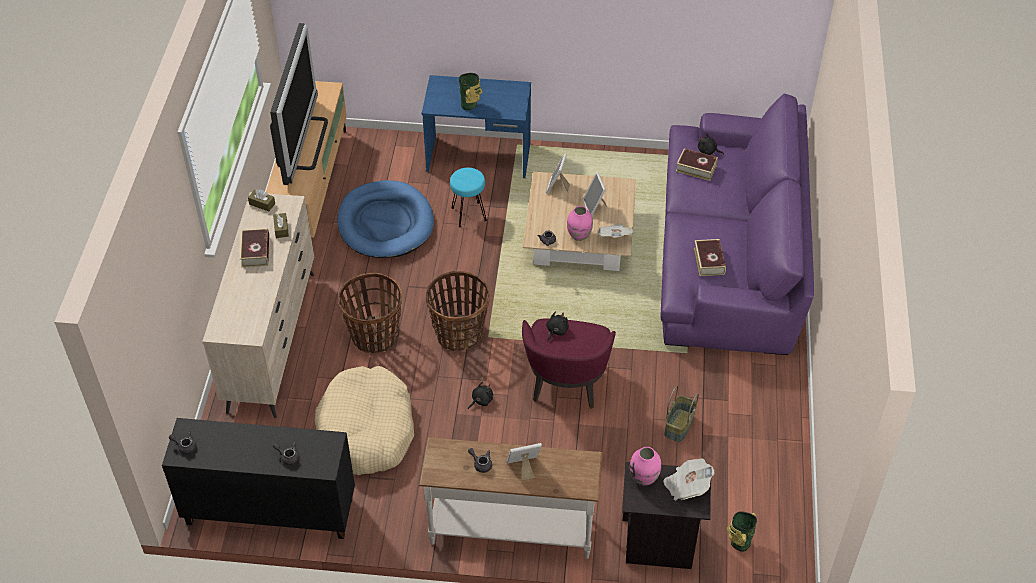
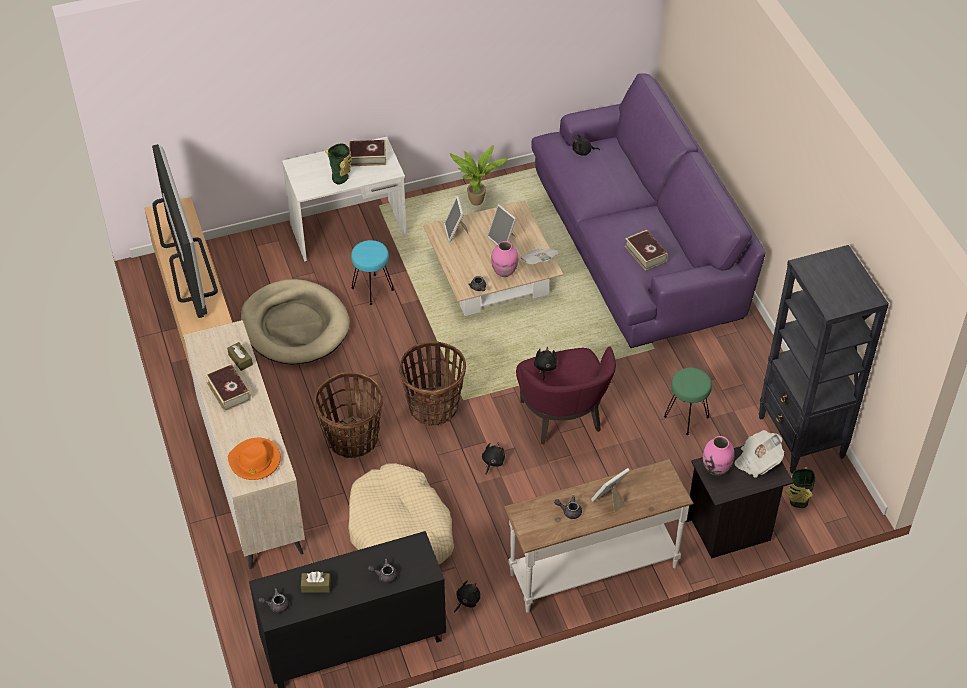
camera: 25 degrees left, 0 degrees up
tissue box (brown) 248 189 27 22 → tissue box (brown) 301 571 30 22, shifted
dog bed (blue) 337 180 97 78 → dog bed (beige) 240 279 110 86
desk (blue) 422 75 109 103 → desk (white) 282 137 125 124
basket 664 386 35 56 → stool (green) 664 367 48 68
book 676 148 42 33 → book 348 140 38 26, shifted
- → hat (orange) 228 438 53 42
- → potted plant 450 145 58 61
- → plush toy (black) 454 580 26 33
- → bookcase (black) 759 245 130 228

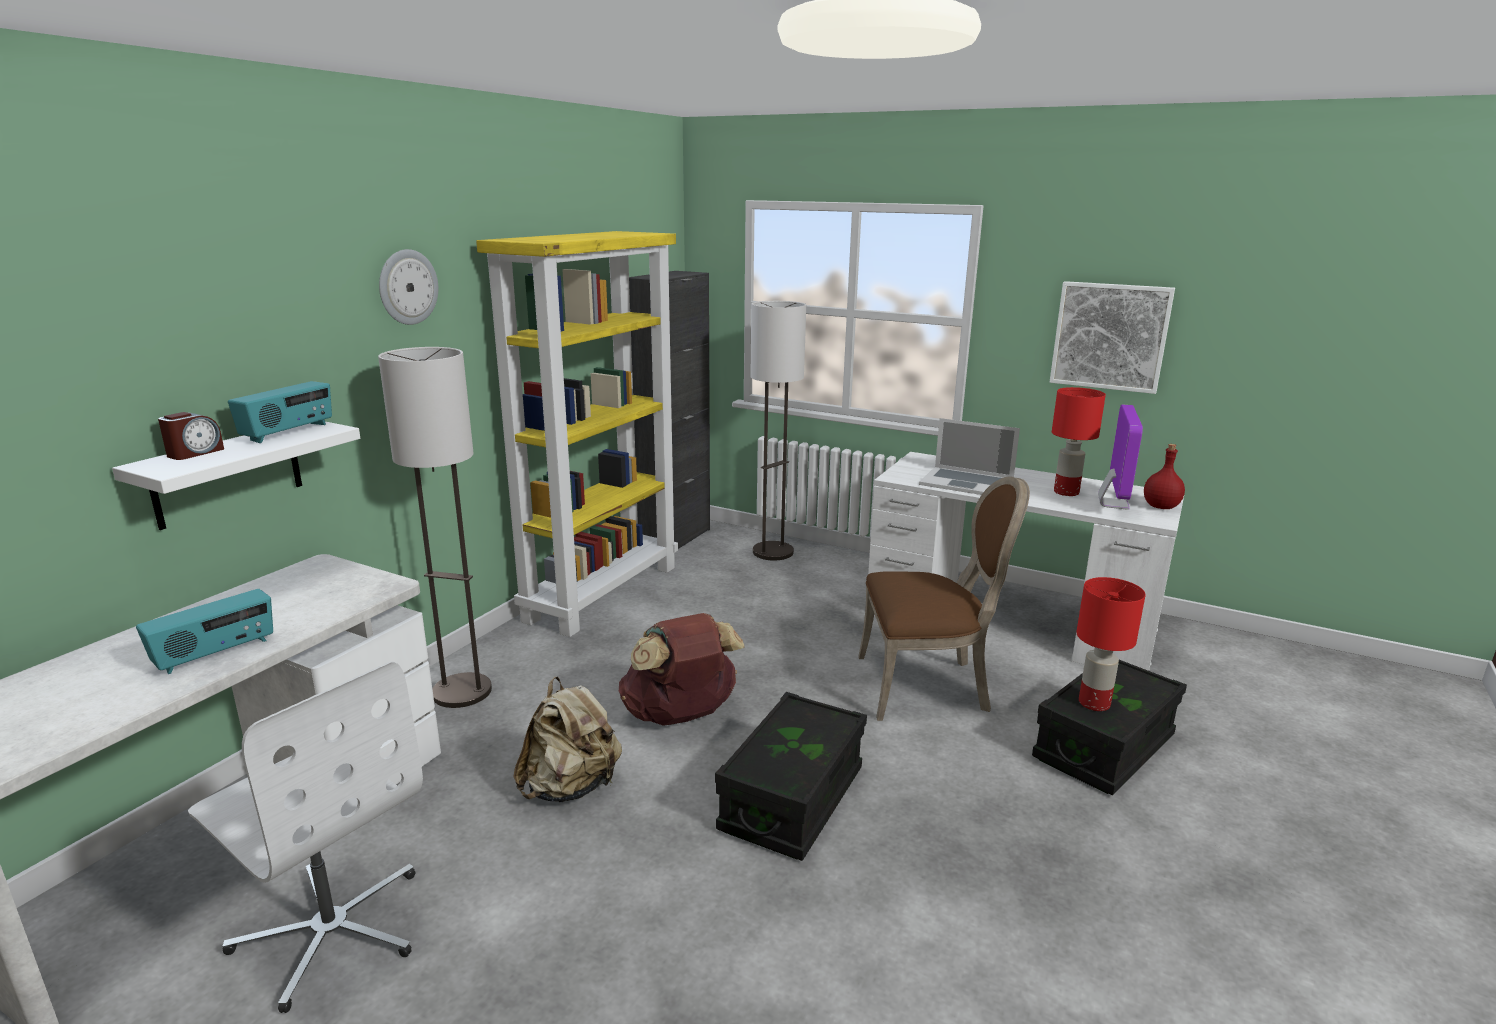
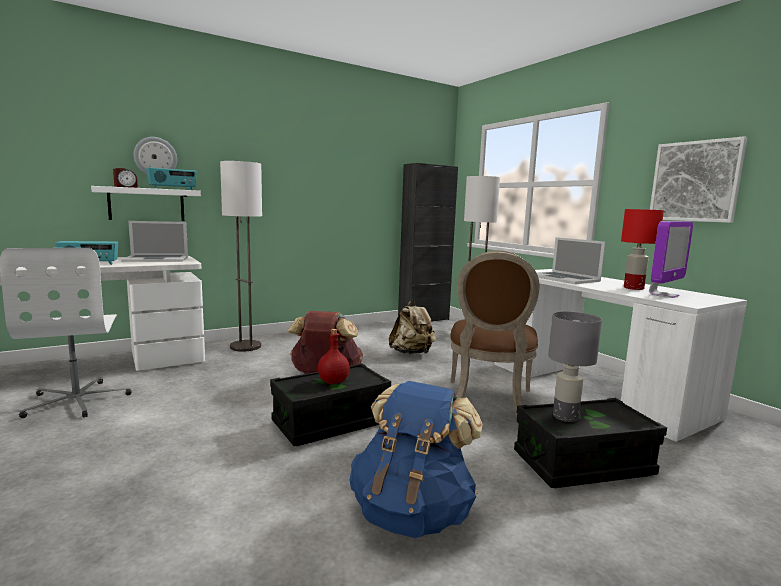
camera: 30 degrees right, 10 degrees down
wall clock 379 249 59 76 → wall clock 134 137 43 37, shifted
bookcase (yellow) 476 231 202 406 → -
backpack (beige) 513 677 109 125 → backpack (beige) 389 300 47 54, shifted
chair (brown) 858 476 172 245 → chair (brown) 450 250 90 166, 75 degrees clockwise
table lamp (red) 1076 577 70 134 → table lamp (grey) 548 312 54 110
bottle (red) 1144 444 41 65 → bottle (red) 318 329 32 55, shifted
- → laptop 121 221 67 41
- → backpack (blue) 350 381 133 157

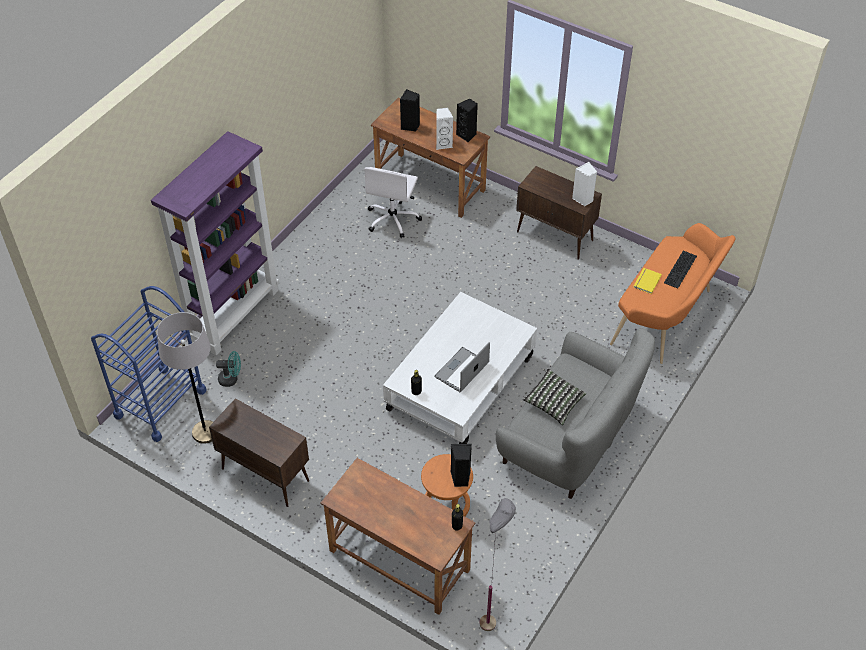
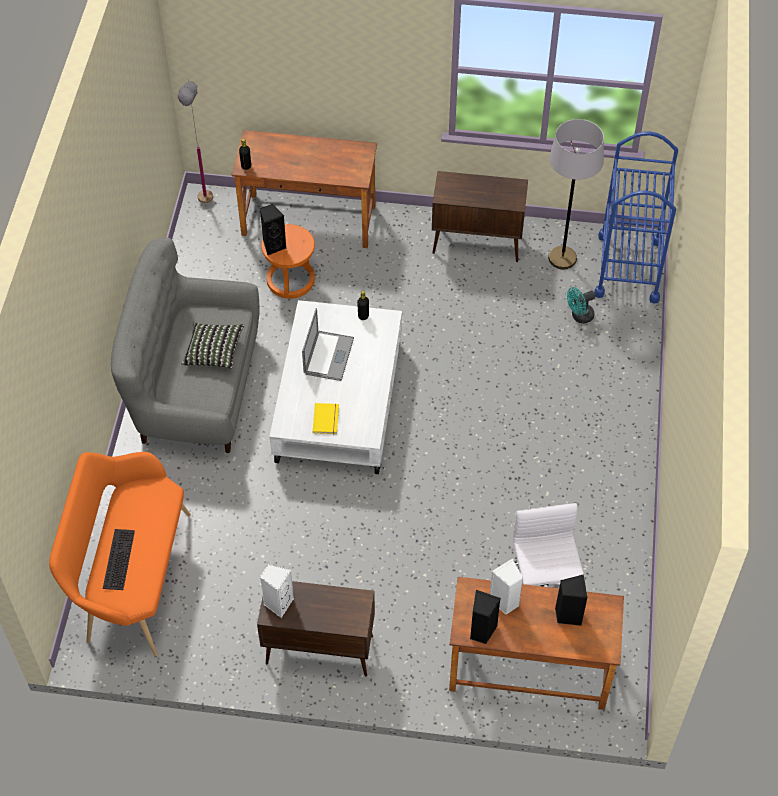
camera: 155 degrees right, 5 degrees up
bookcase (purple) 151 131 128 224 → -
book (yellow) 633 268 29 26 → book (yellow) 313 403 26 31, shifted

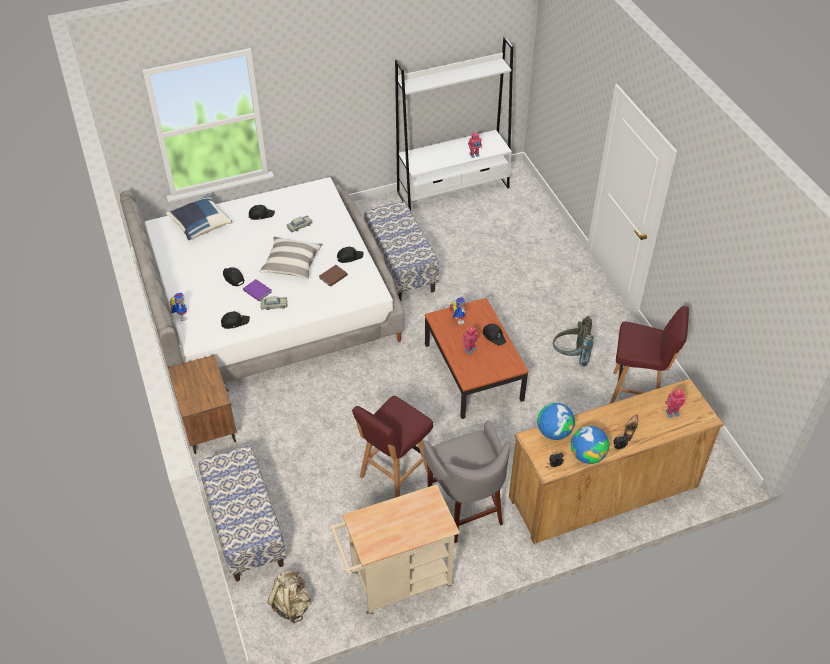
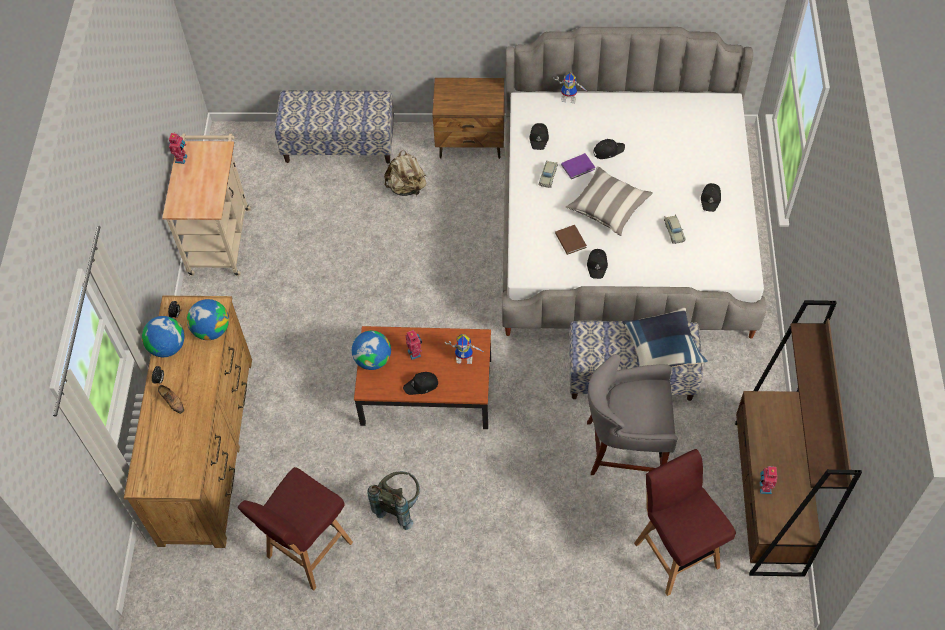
camera: 115 degrees right, 10 degrees up
pillow (blue) 166 194 66 46 → pillow (blue) 622 308 86 60, shifted
backpack (beige) 267 570 44 53 → backpack (beige) 384 150 42 46, shifted
stool (red) 352 396 81 102 → stool (red) 634 449 102 147, shifted
bookcase (white) 395 37 118 173 → bookcase (brown) 735 300 127 277
stool (grey) 423 420 88 123 → stool (grey) 587 354 90 121, shifted
toy robot 665 389 21 29 → toy robot 169 132 19 32, shifted
- → globe 352 331 39 39

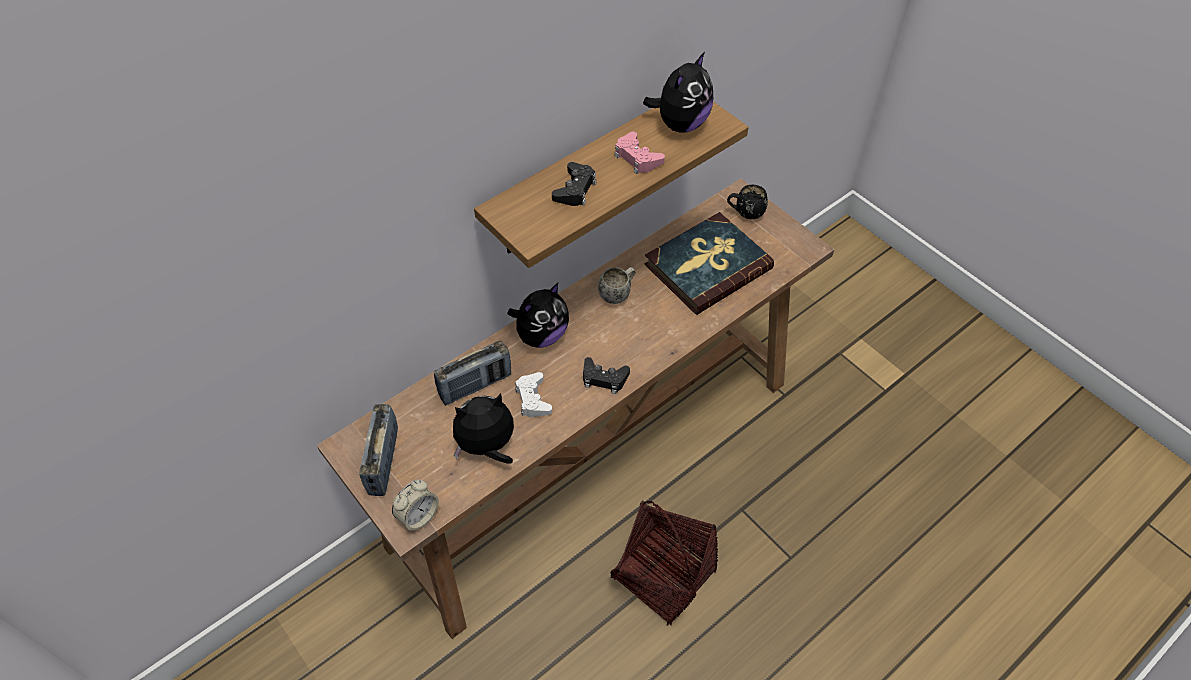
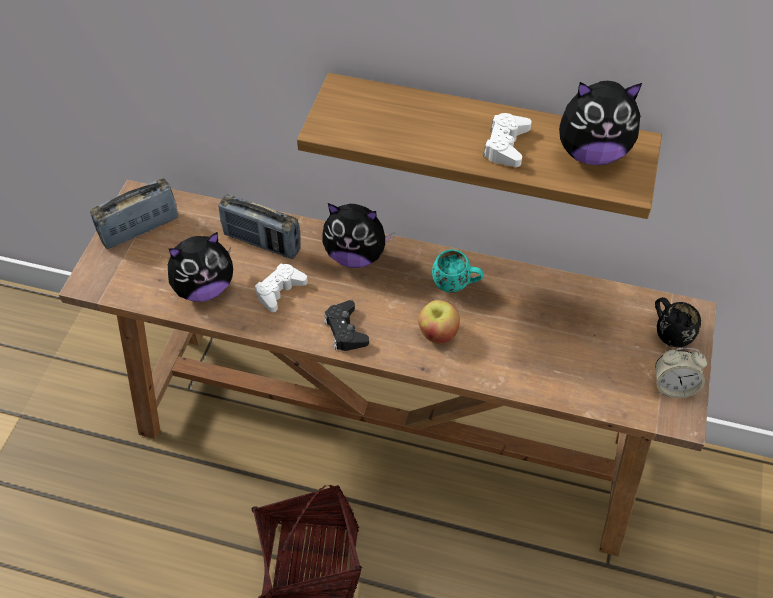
camera: 55 degrees right, 0 degrees up
alarm clock 392 480 47 51 → alarm clock 655 348 52 50, shifted
plush toy 453 393 61 71 → plush toy 168 232 65 70, 120 degrees clockwise
game controller (black) 552 162 44 44 → -
mug (white) 598 267 38 37 → mug (turquoise) 432 249 51 44
game controller (pink) 615 132 50 42 → game controller (white) 483 113 49 54
book 644 212 130 103 → -
- → apple 418 300 42 44

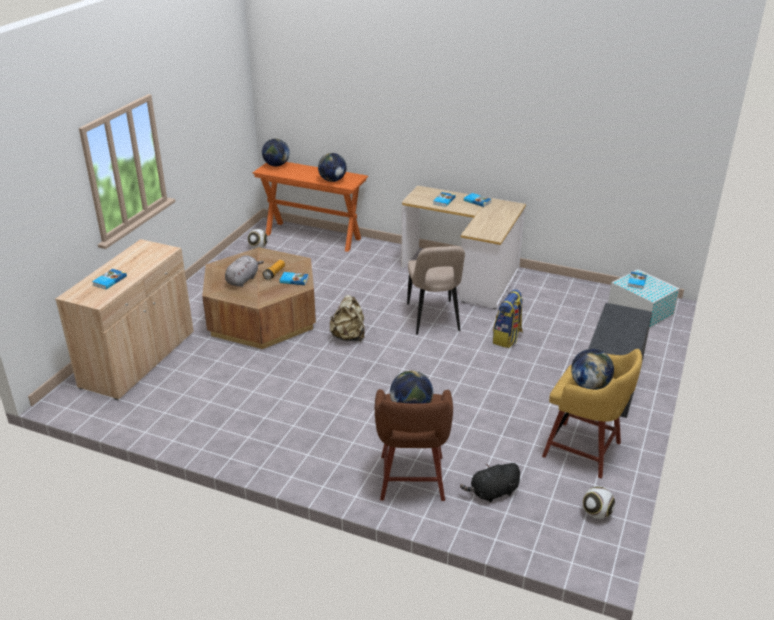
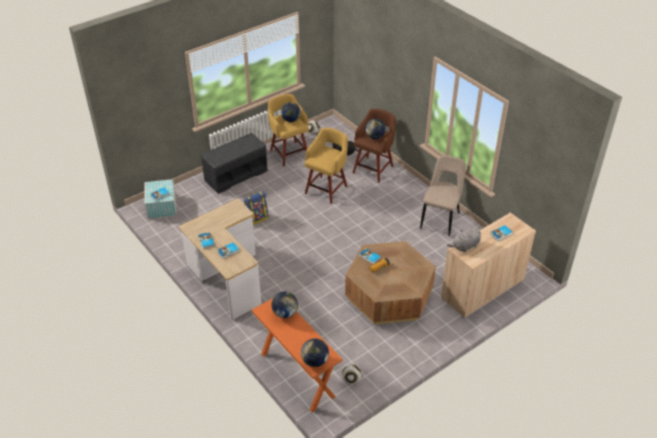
camera: 150 degrees left, 10 degrees up
plush toy (grey) 225 255 39 32 → plush toy (grey) 447 228 34 24, shifted
backpack (beige) 330 295 35 47 → -
chair (beige) 407 246 58 89 → chair (beige) 420 155 46 81, shifted
- → stool (yellow) 304 128 44 76

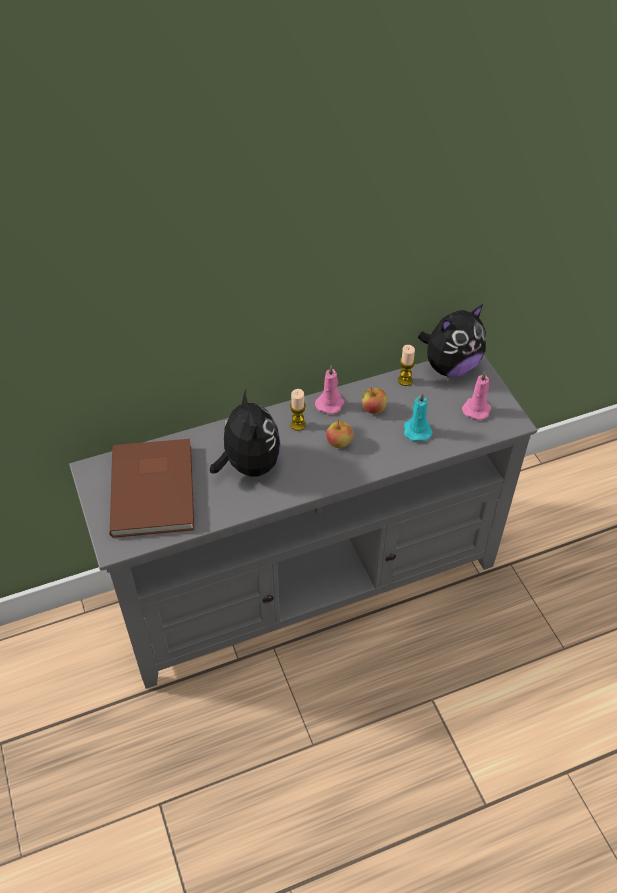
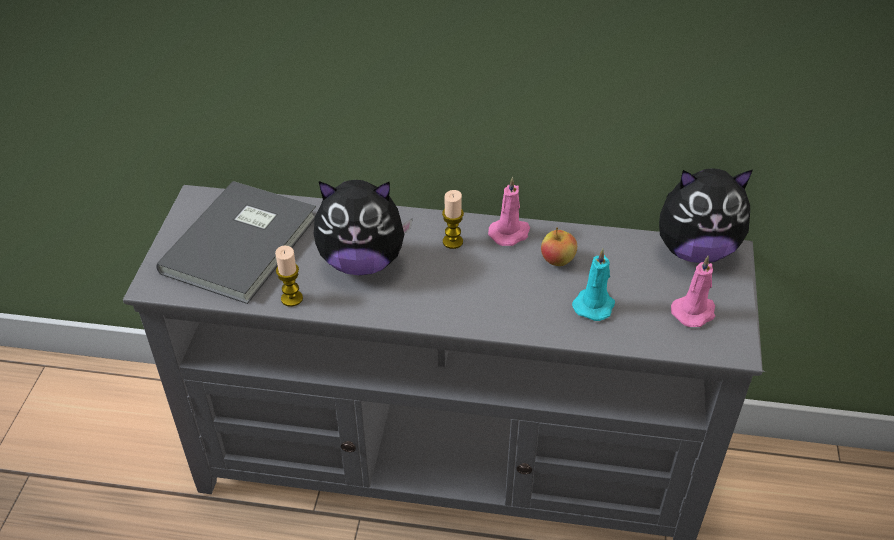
camera: 30 degrees right, 5 degrees down
book (brown) 110 439 84 99 → book (grey) 156 181 160 123
plush toy 210 389 71 88 → plush toy 314 180 99 95, 75 degrees clockwise
apple 326 420 28 28 → -
candle 398 345 17 41 → candle 275 246 28 61, shifted

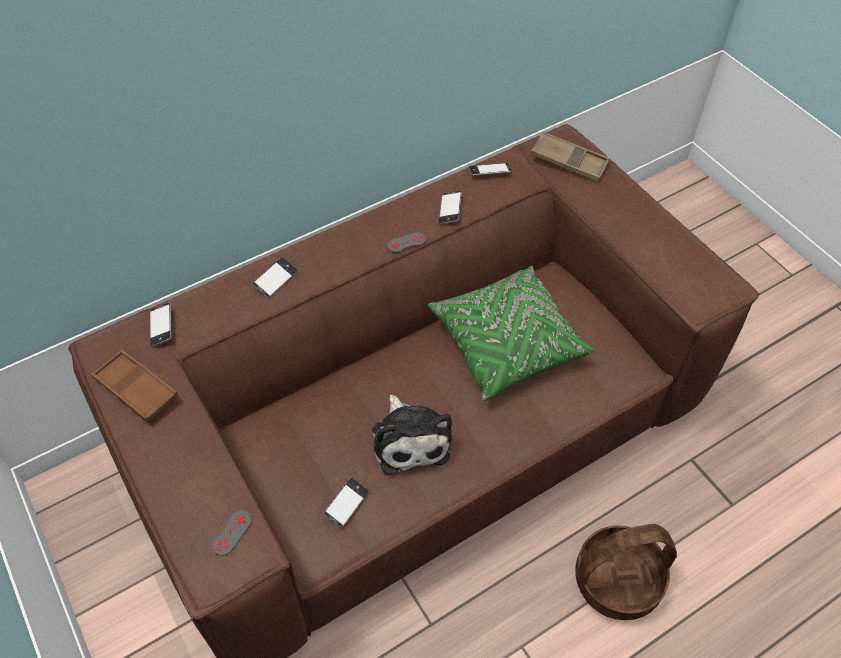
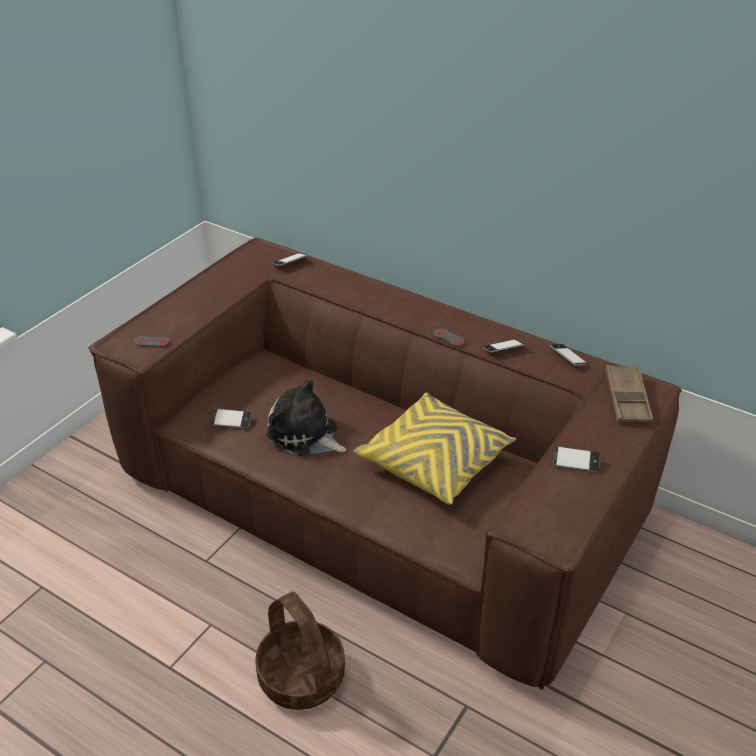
camera: 65 degrees right, 15 degrees down
tray (brown) 91 349 87 73 → -
phone 253 257 45 41 → phone 553 446 47 26, shifted
plush toy 372 395 80 80 → plush toy 266 378 80 78, 75 degrees clockwise
pillow (green) 428 266 166 135 → pillow (yellow) 354 392 162 113

